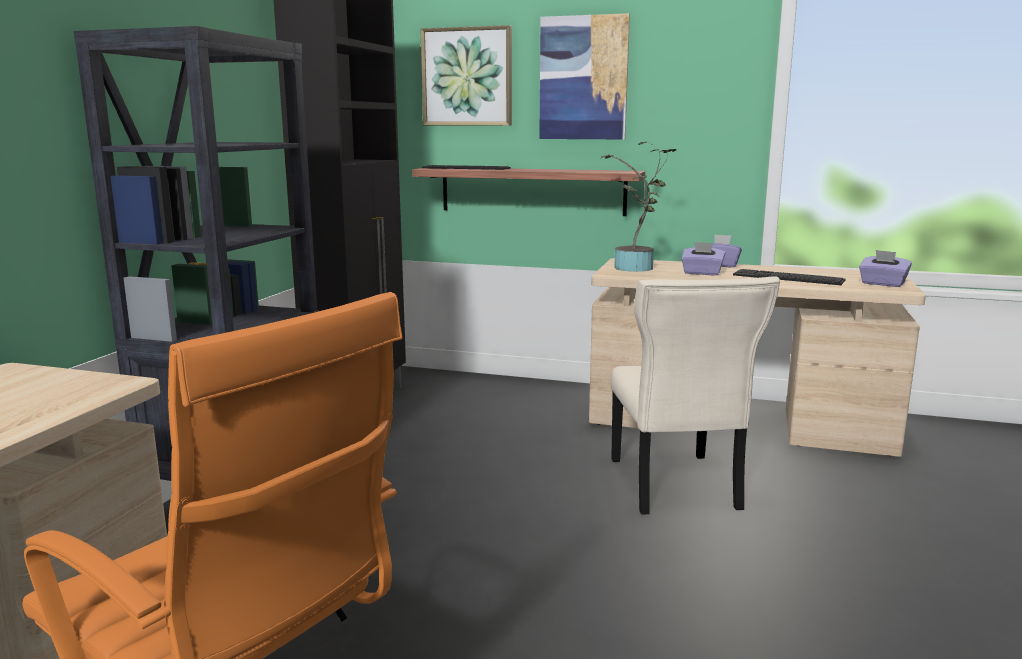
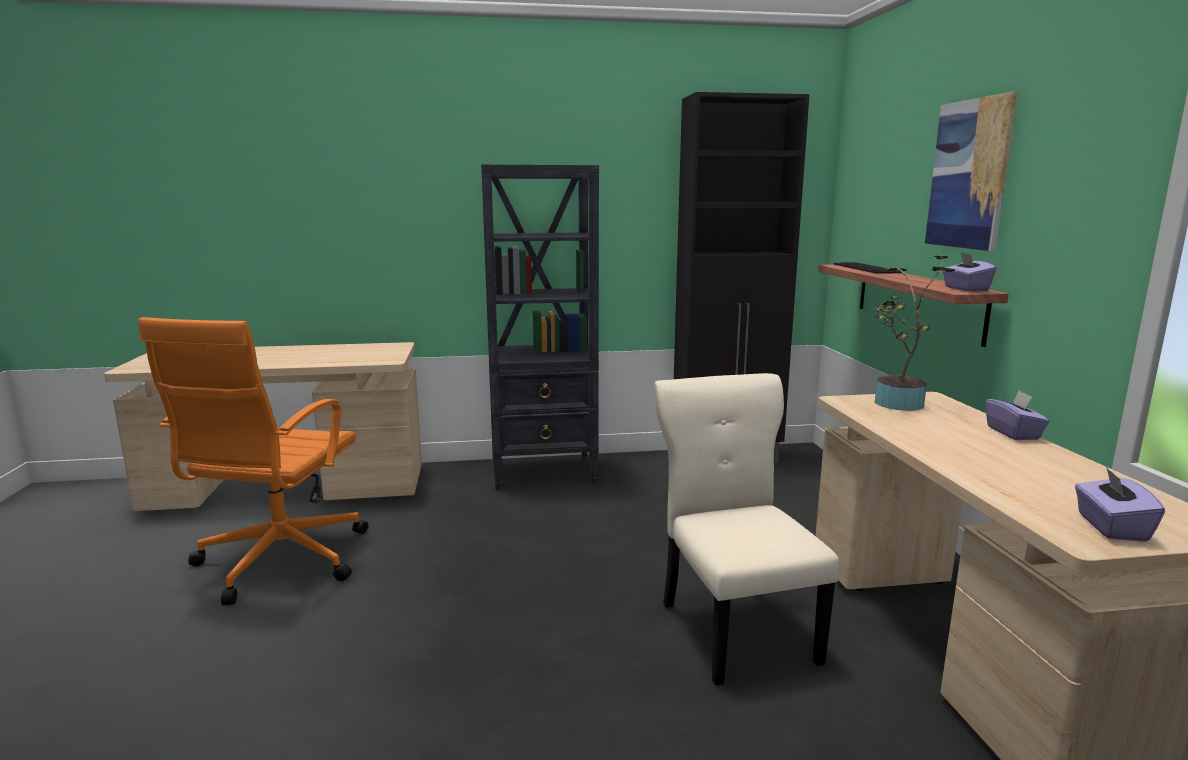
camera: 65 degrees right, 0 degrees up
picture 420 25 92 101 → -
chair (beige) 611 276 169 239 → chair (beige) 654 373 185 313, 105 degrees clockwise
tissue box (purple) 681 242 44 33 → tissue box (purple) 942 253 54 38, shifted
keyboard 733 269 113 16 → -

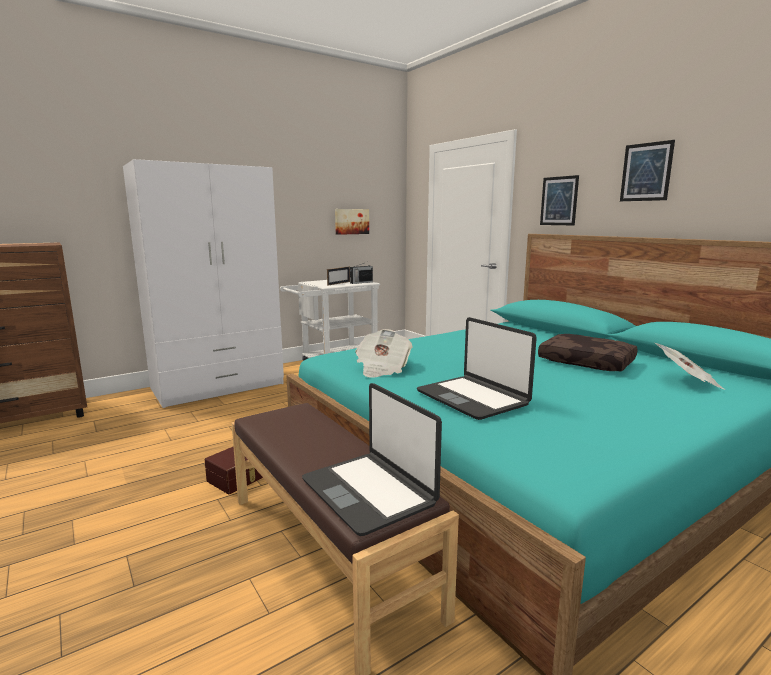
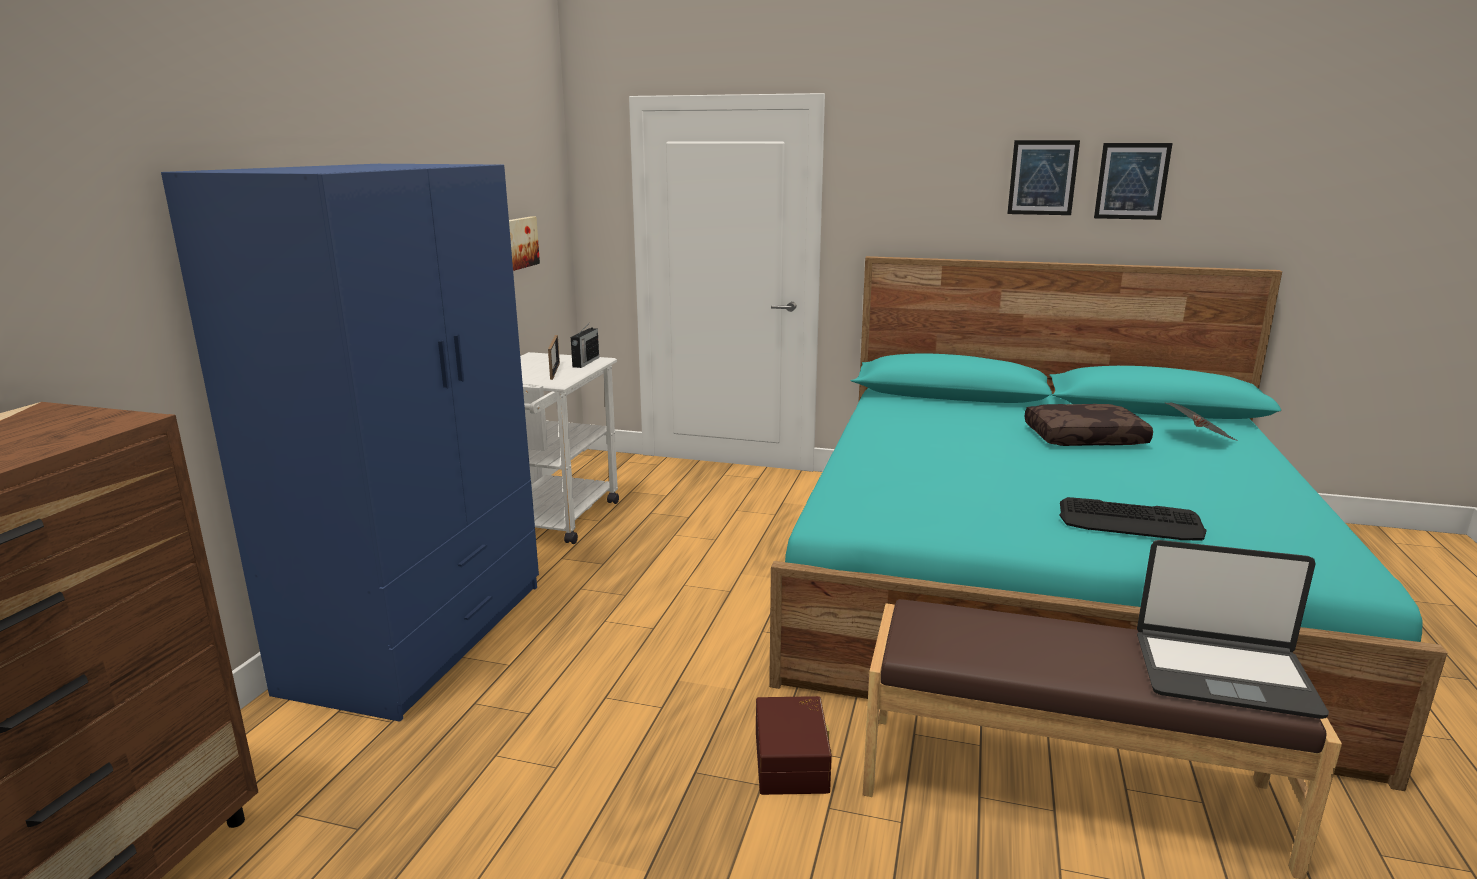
camera: 40 degrees left, 5 degrees up
wardrobe (white) 123 159 161 249 → wardrobe (blue) 161 164 378 558
newspaper 355 329 58 49 → -
laptop 417 317 120 103 → keyboard 1059 497 148 43
picture 540 175 39 50 → picture 1094 143 79 77, shifted

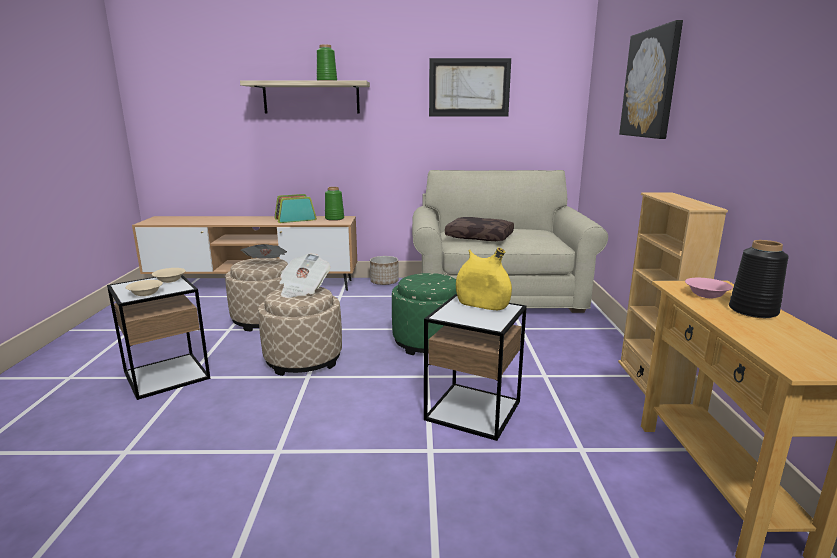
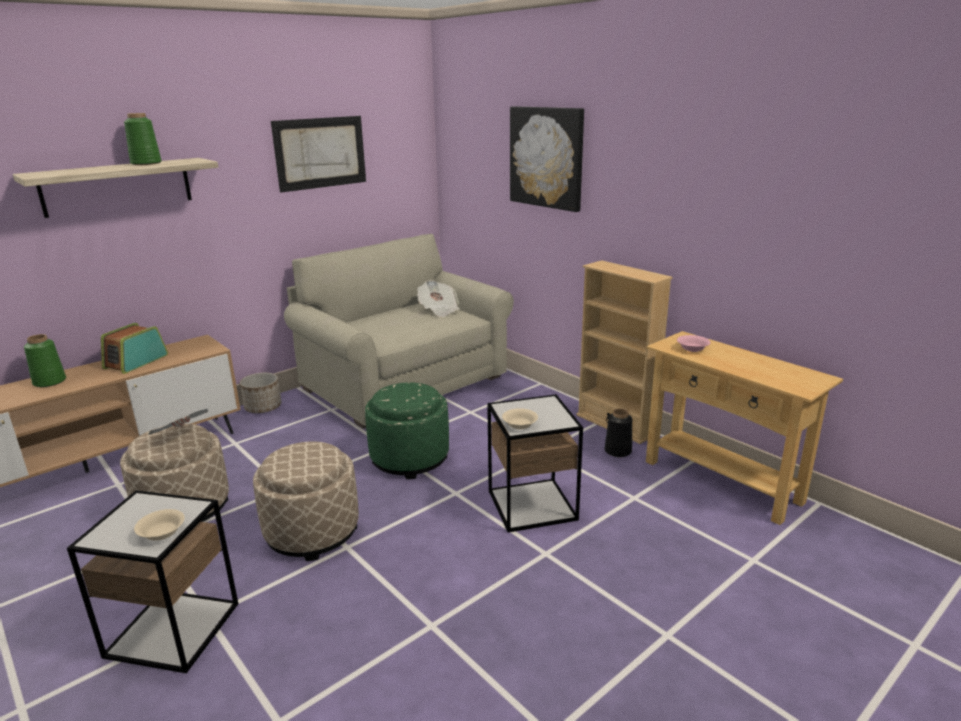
camera: 40 degrees left, 5 degrees up
bowl (beige) 152 268 34 15 → bowl (beige) 502 408 36 21, shifted
newspaper 279 253 51 45 → newspaper 417 280 43 37, shifted
vase (green) 325 187 19 34 → vase (green) 24 334 42 53, shifted
pillow (brown) 445 217 69 24 → -
vase (yellow) 456 248 56 62 → -
vase (black) 729 240 60 78 → vase (black) 605 409 27 48, shifted

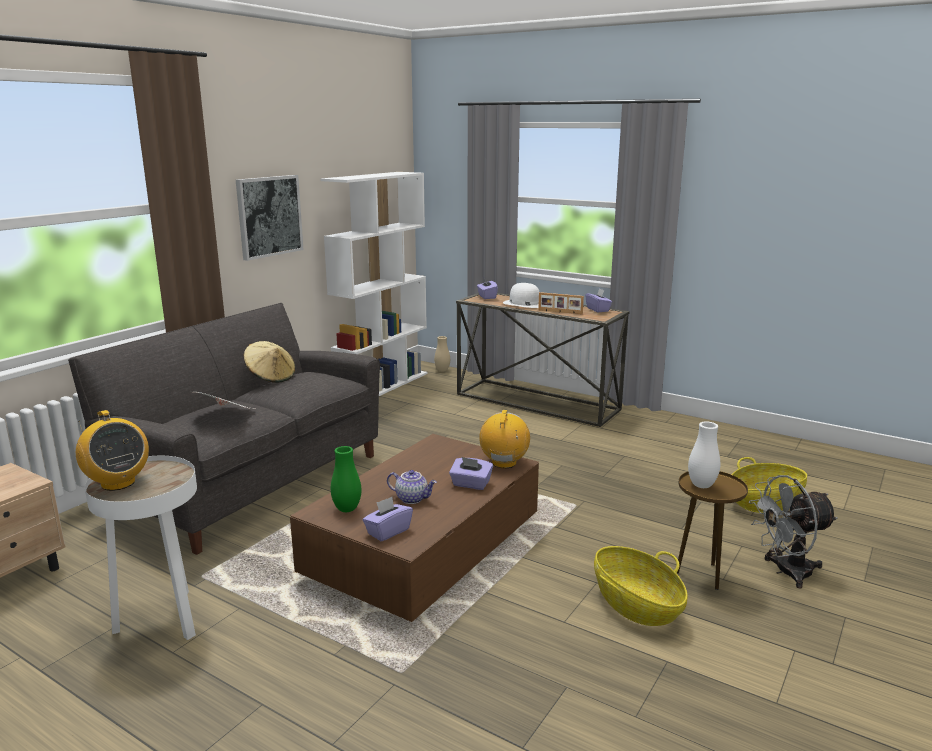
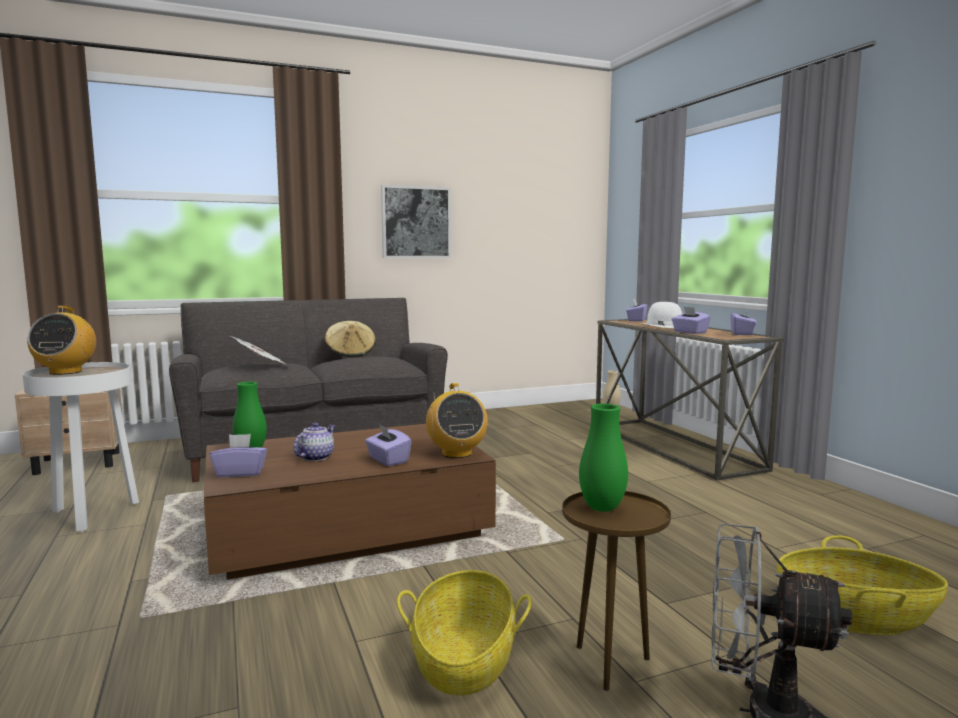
camera: 35 degrees right, 10 degrees down
bookcase (white) 320 172 107 224 → -
teapot 387 470 50 34 → teapot 293 423 42 38, 120 degrees counterclockwise
radio 479 410 51 58 → radio 426 383 62 75, 120 degrees clockwise
picture frame 538 292 46 22 → tissue box (purple) 671 306 40 28
vase (white) 688 421 32 67 → vase (green) 579 404 49 108

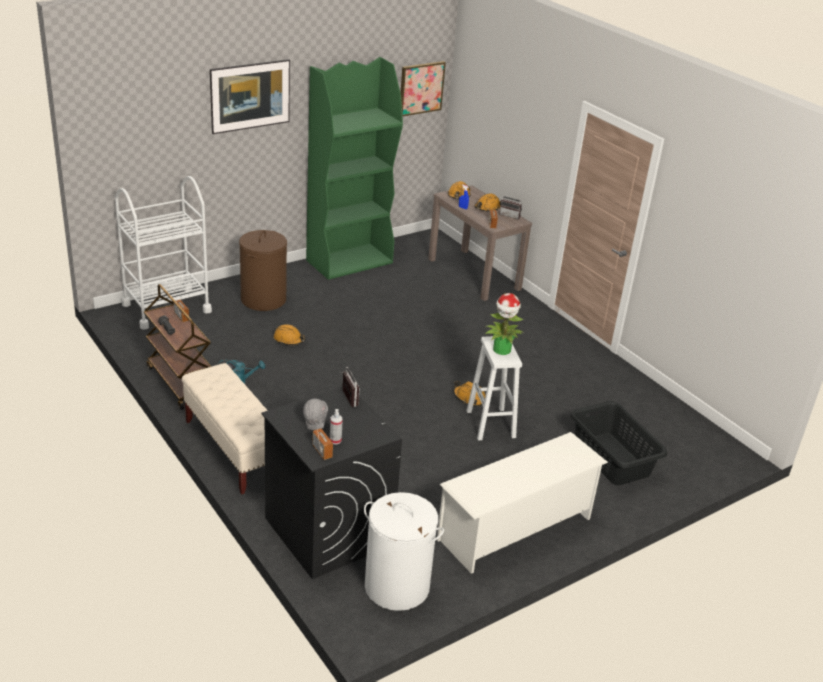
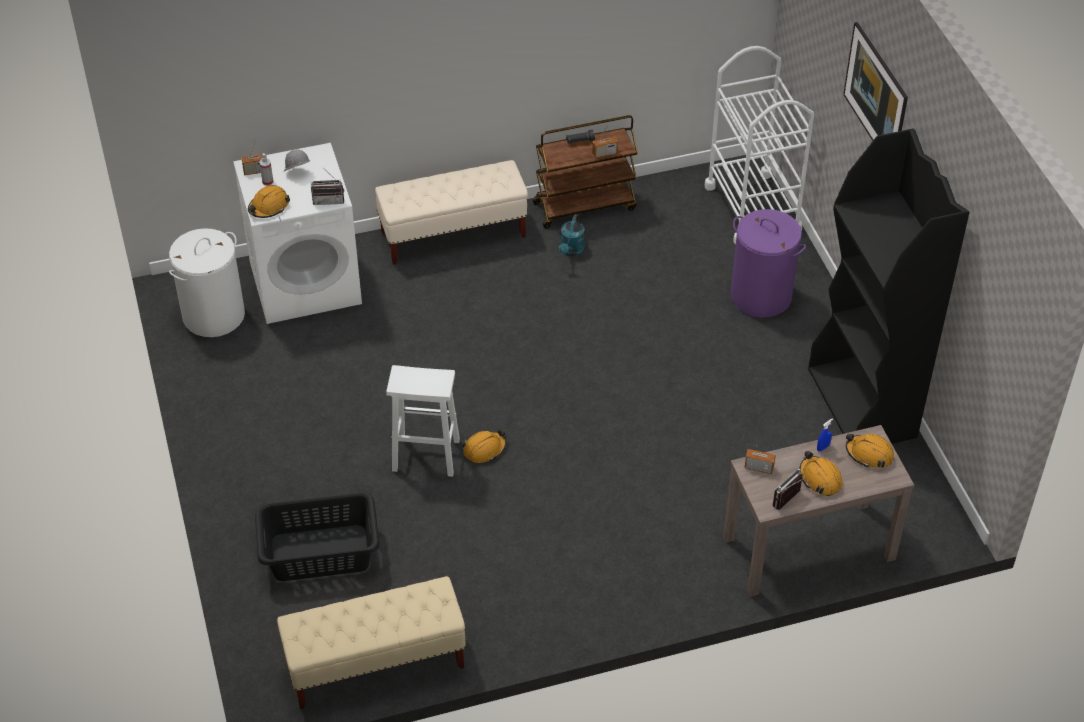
camera: 110 degrees right, 15 degrees up
laundry basket (brown) 239 230 48 81 → laundry basket (purple) 730 209 76 108
washing machine (black) 261 387 141 192 → washing machine (white) 233 143 129 181
hard hat (orange) 274 324 31 21 → hard hat (orange) 248 185 42 33, shifted
bookcase (green) 306 57 97 223 → bookcase (black) 808 129 162 315
picture 401 61 45 56 → -
shoe rack (white) 437 432 171 142 → -
potted plant 485 293 39 62 → -
- → bench (beige) 277 576 189 133

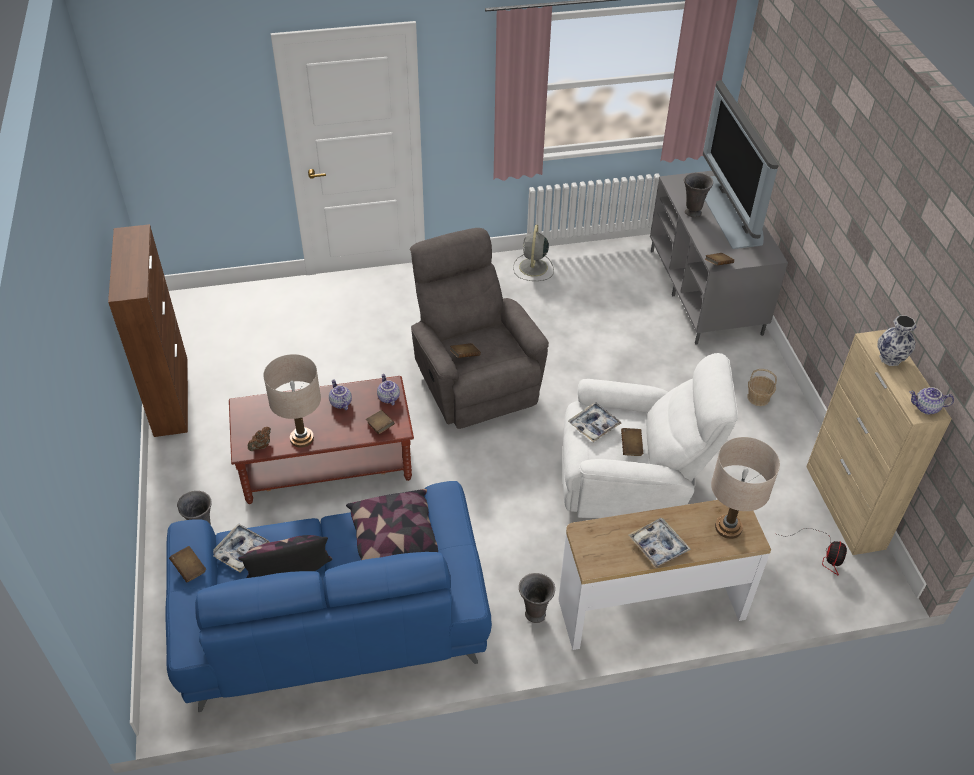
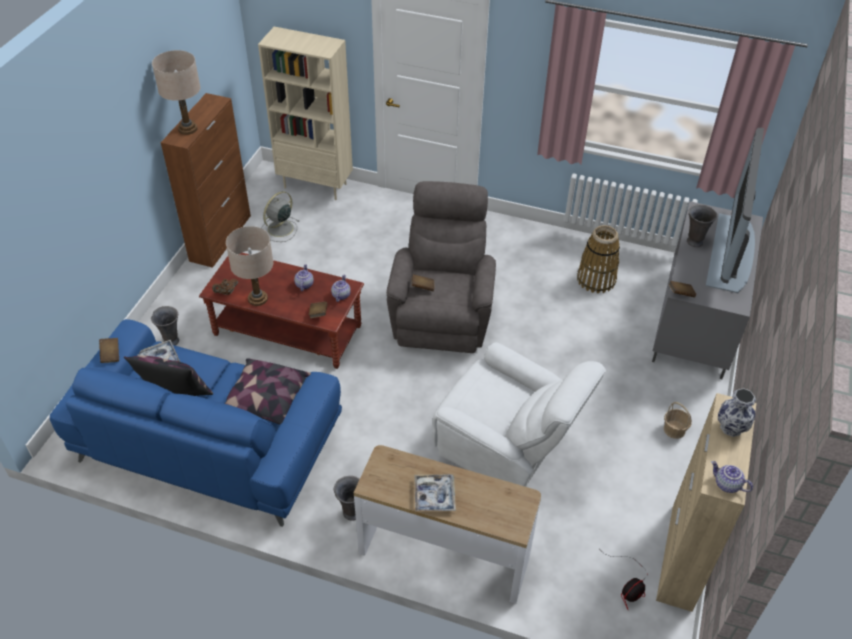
camera: 30 degrees right, 0 degrees up
fan (grey) 513 225 41 56 → fan (grey) 262 191 37 51, shifted
tray 568 402 53 40 → -
book (brown) 621 428 22 28 → -
table lamp (beige) 711 437 69 102 → table lamp (beige) 152 50 48 85, shifted
- → bookcase (beige) 258 27 95 173
- → basket 577 225 43 69

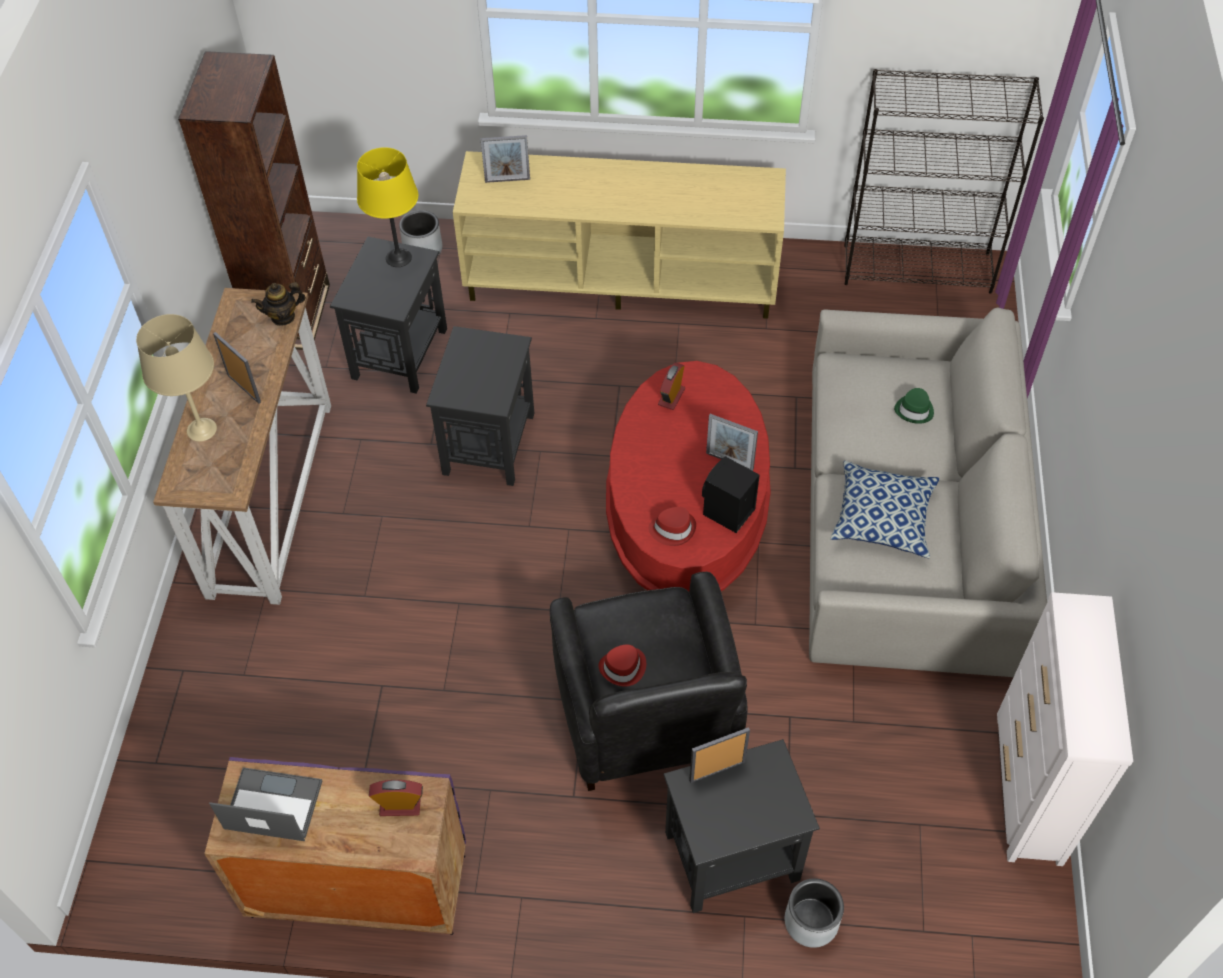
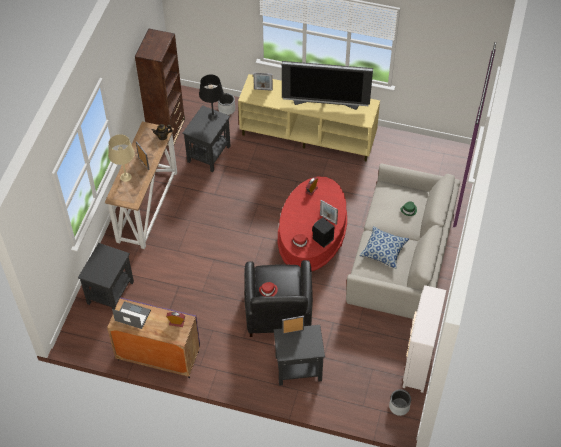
camera: 10 degrees right, 0 degrees up
table lamp (yellow) 357 147 61 120 → table lamp (black) 199 74 25 47
side table (black) 426 326 108 160 → side table (black) 78 243 56 67, shifted
planter (grey) 785 878 59 70 → planter (grey) 389 389 22 27, shifted
bookcase (black) 844 69 200 225 → -
- → television 282 61 91 49

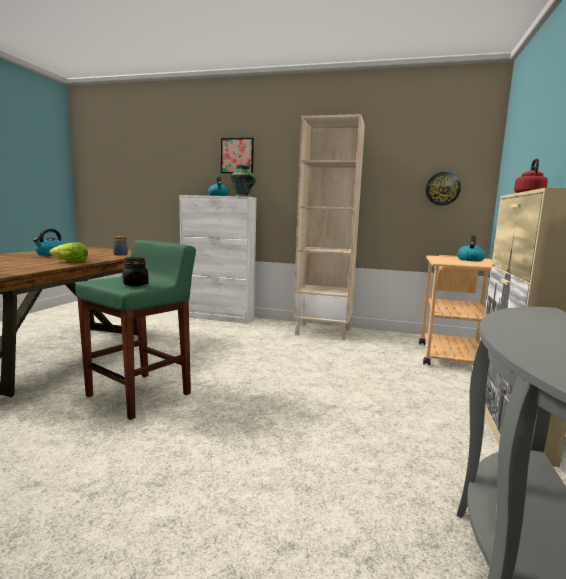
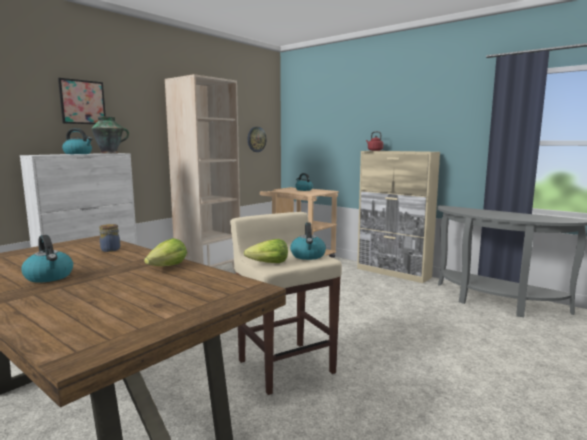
camera: 65 degrees left, 0 degrees up
stool (green) 75 240 121 180 → stool (beige) 230 212 112 183
jar (black) 122 257 27 29 → kettle 290 222 36 38
- → lettuce 244 239 44 24

